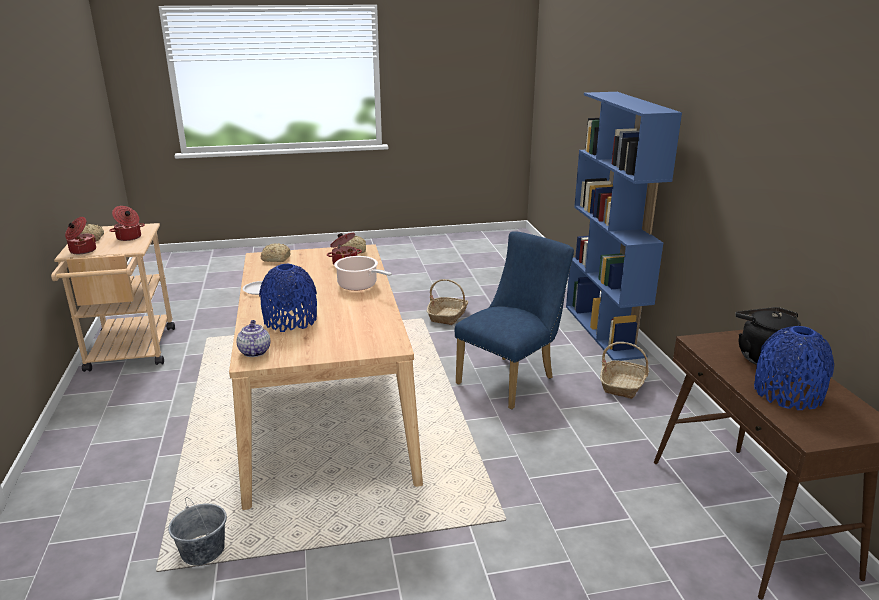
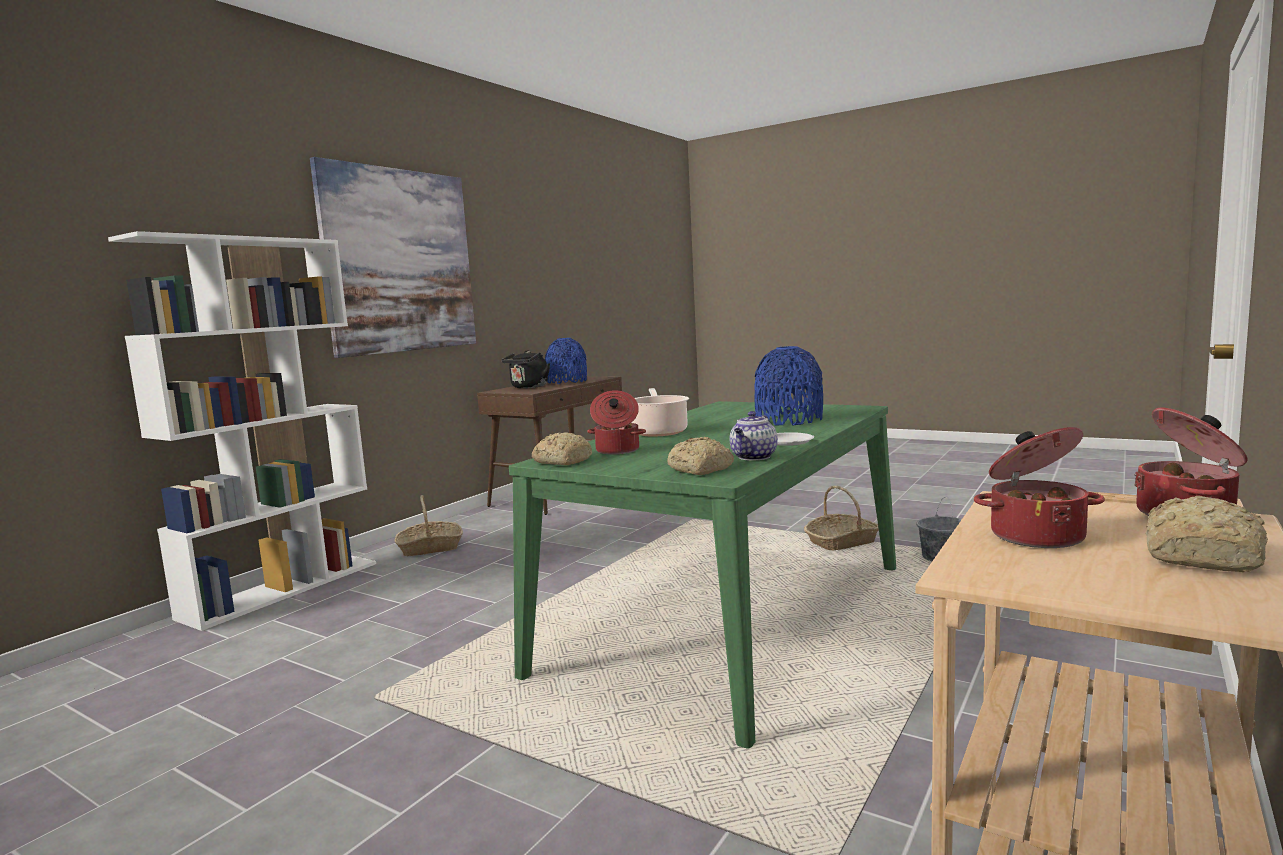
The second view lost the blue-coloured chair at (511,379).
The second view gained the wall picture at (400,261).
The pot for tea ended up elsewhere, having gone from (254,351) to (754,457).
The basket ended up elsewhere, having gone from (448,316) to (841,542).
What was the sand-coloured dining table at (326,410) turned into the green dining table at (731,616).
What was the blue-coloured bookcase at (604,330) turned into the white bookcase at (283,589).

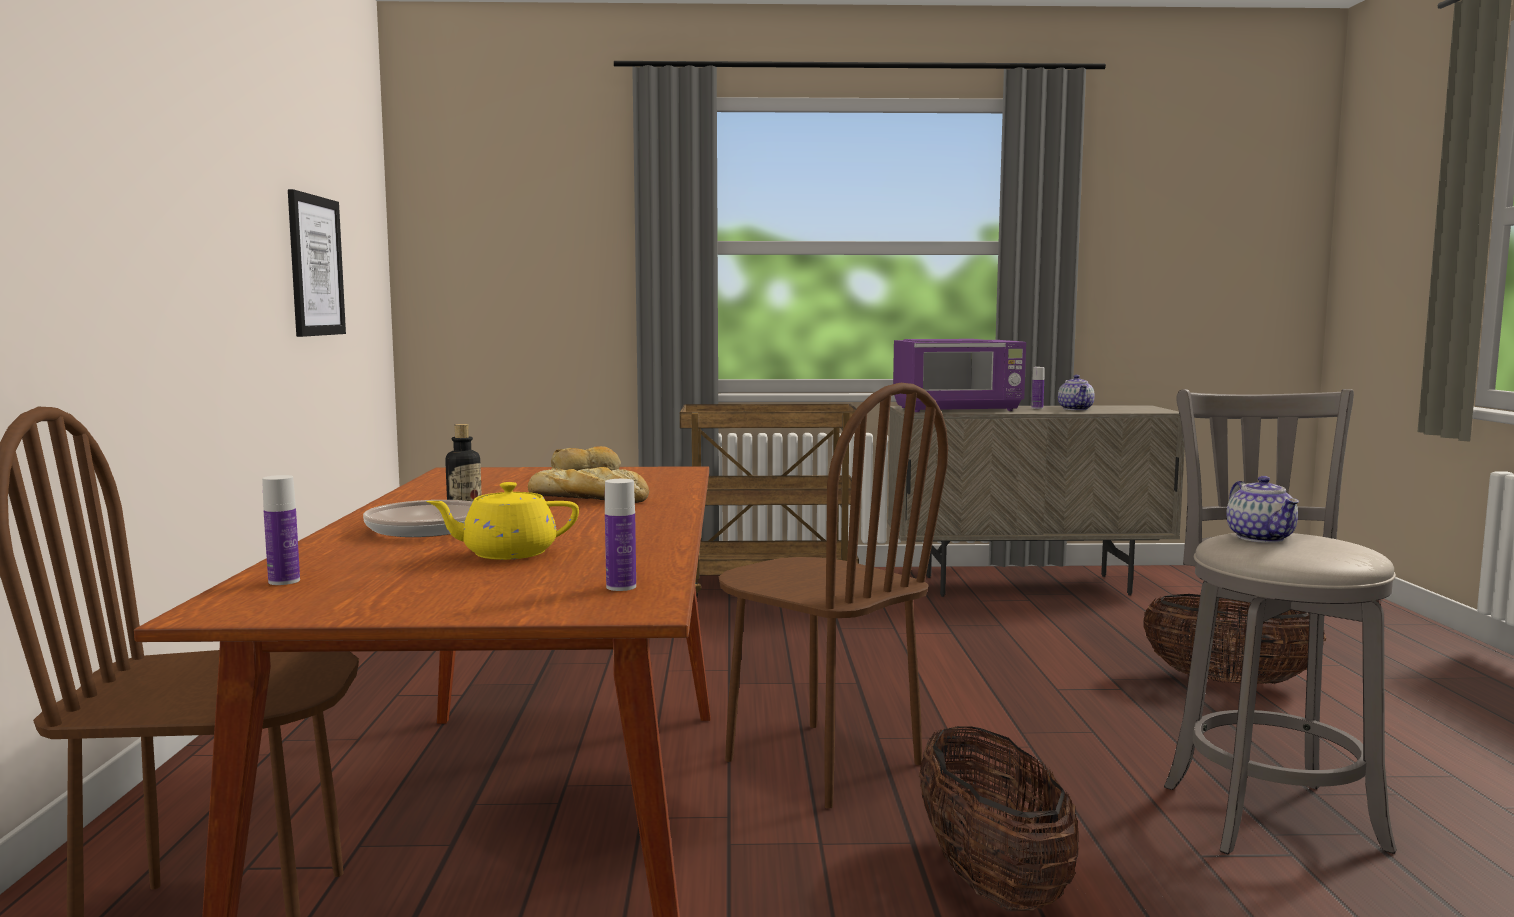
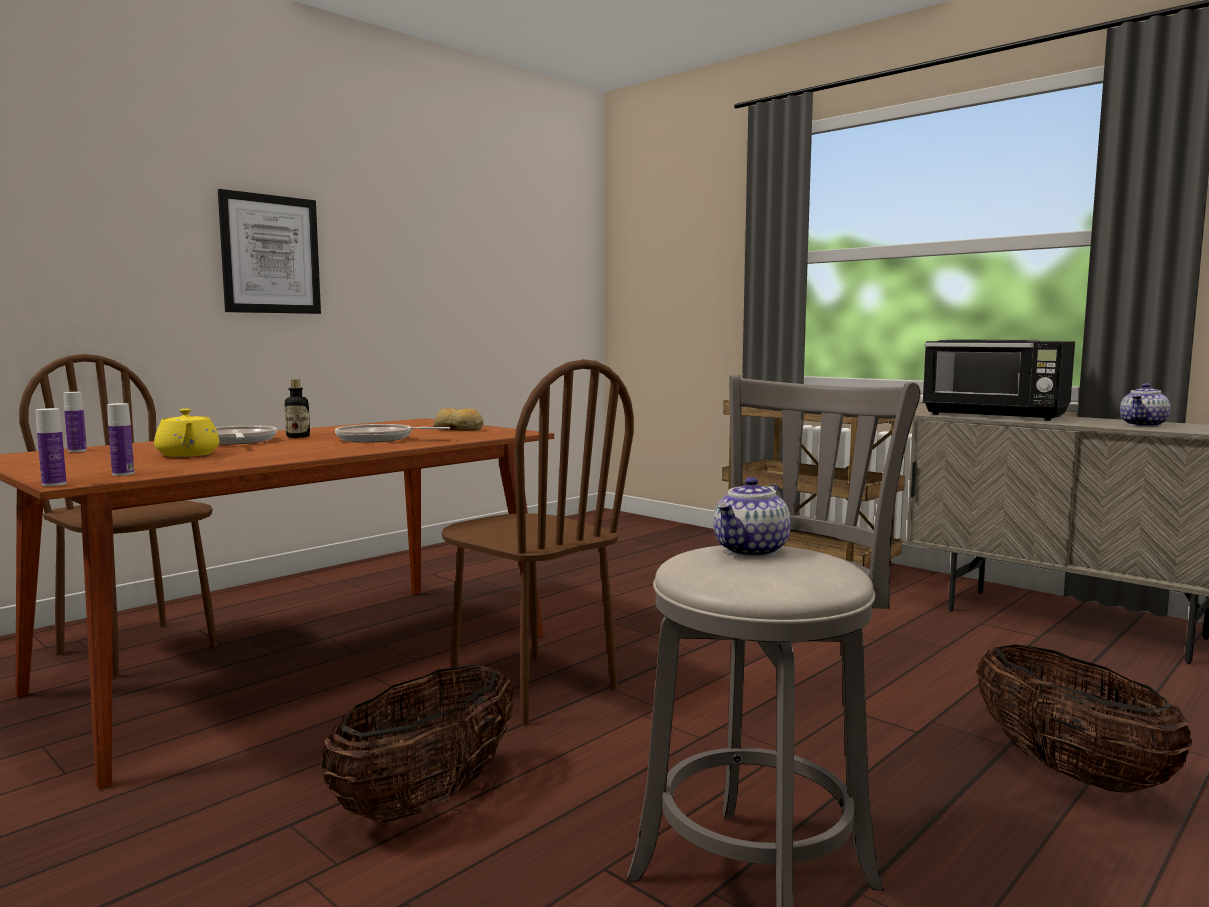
The wall picture ended up elsewhere, having gone from (315,266) to (270,254).
The beverage bottle ended up elsewhere, having gone from (1037,408) to (54,484).
Where the bread stood at (590,498), the skillet came to stand at (379,439).
What was the purple-coloured microwave oven at (958,409) turned into the black microwave oven at (996,415).
The yellow pot for tea at (507,553) ended up facing another way, 150 degrees counterclockwise from before.
The brown-coloured chair at (822,762) ended up facing another way, 45 degrees counterclockwise from before.

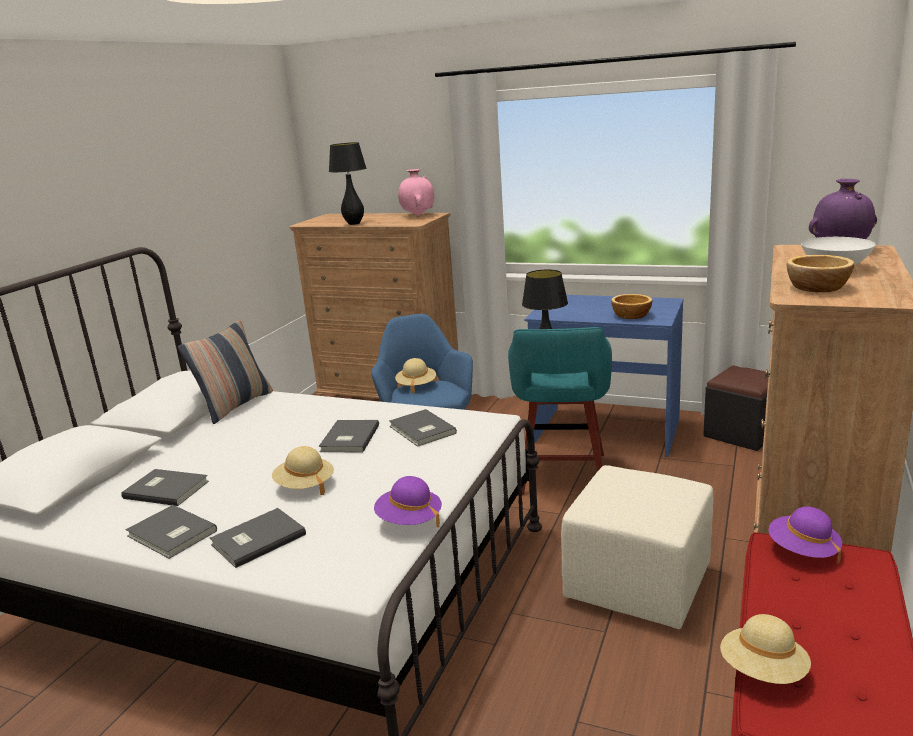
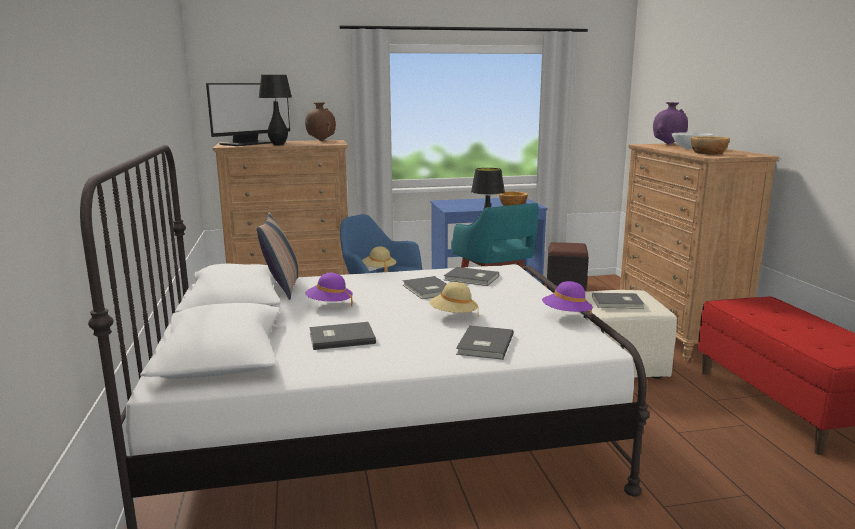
The second view lost the sand-coloured hat at (763,671).
The second view gained the computer display at (249,143).
The greyish volume ended up elsewhere, having gone from (171,535) to (618,303).
The purple-coloured hat ended up elsewhere, having gone from (803,550) to (329,304).
What was the pink flower vase at (418,215) turned into the brown-coloured flower vase at (321,141).

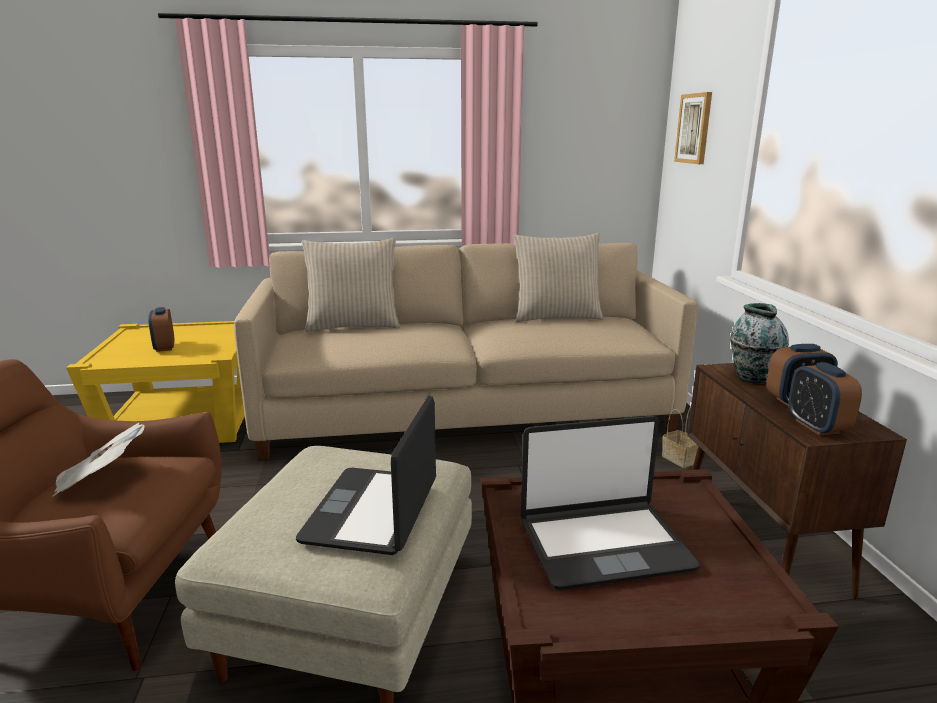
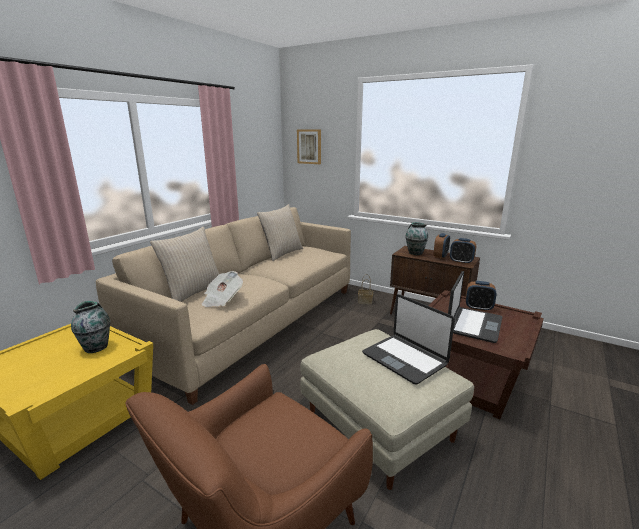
The second view gained the flower vase at (96,347).
The printed paper ended up elsewhere, having gone from (101,480) to (222,299).
The table clock ended up elsewhere, having gone from (164,347) to (478,308).

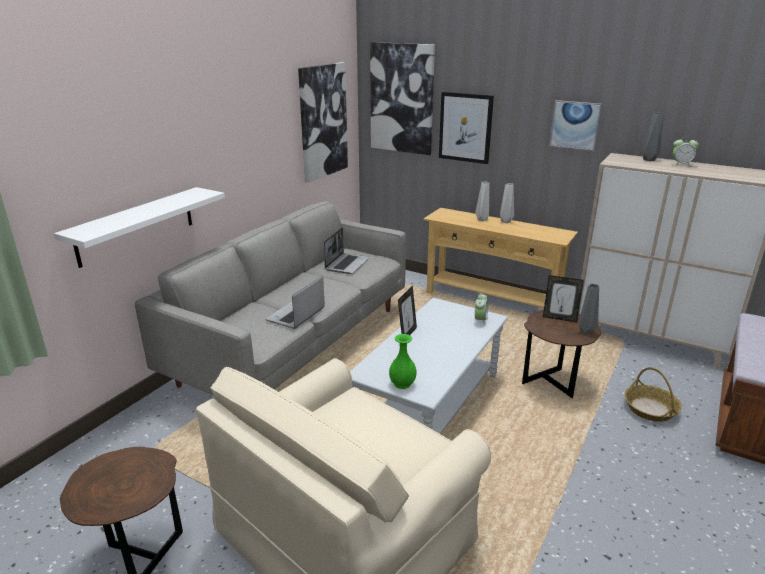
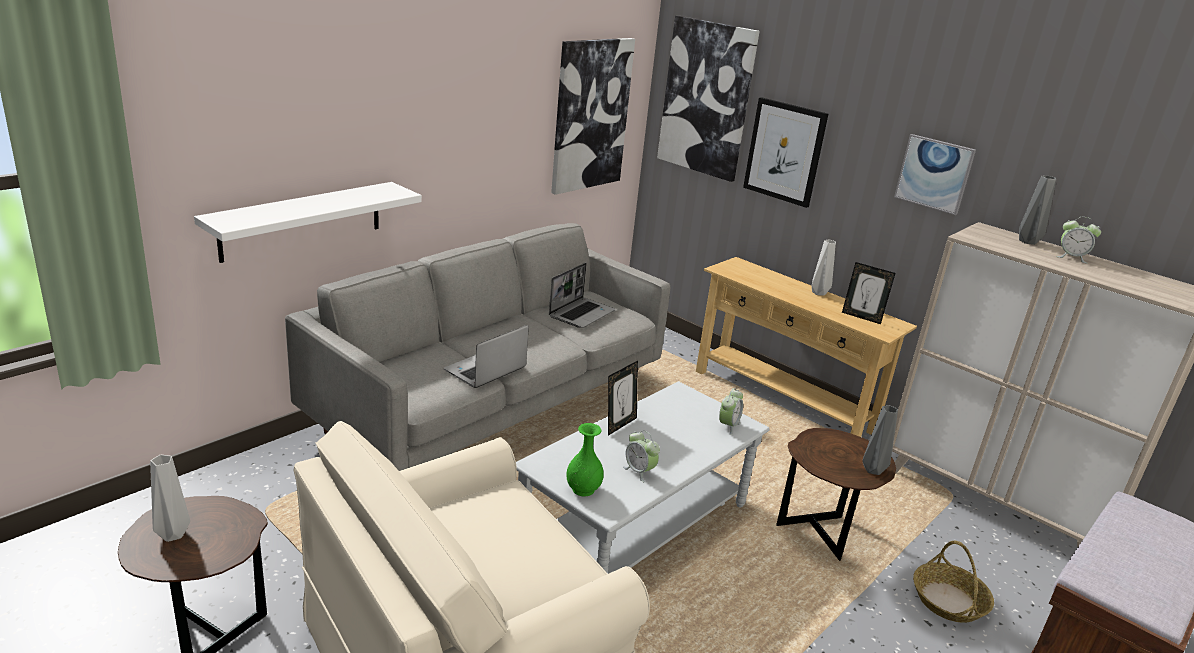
The second view gained the table clock at (639,471).
The greyish flower vase ended up elsewhere, having gone from (482,220) to (171,535).
The standing frame ended up elsewhere, having gone from (559,318) to (862,317).

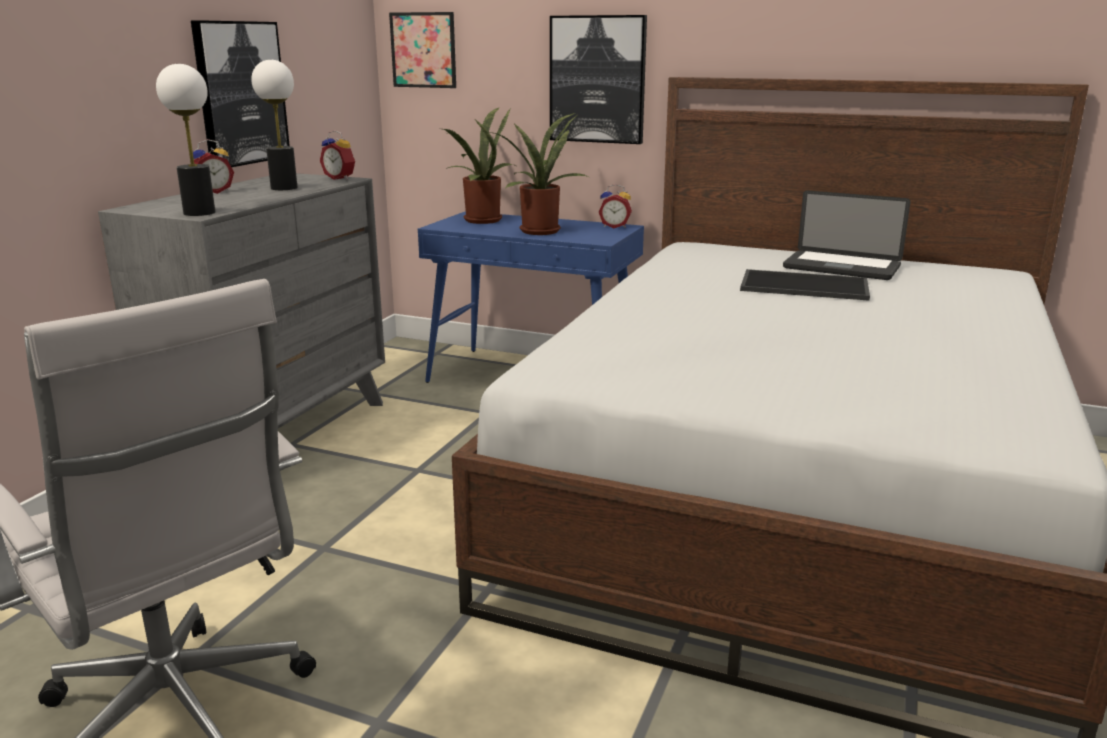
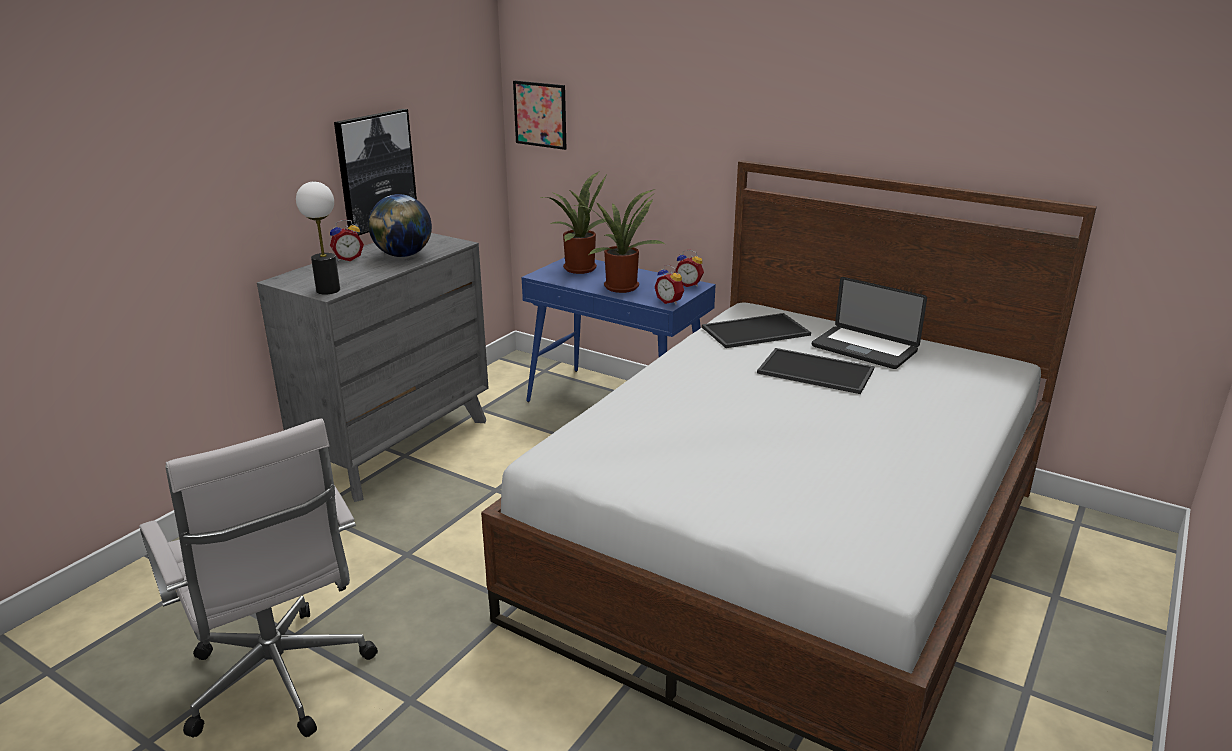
The second view lost the wall picture at (597,79).
The second view gained the serving tray at (755,332).
The table clock ended up elsewhere, having gone from (340,178) to (670,301).
Where the table lamp stood at (284,188), the desk globe came to stand at (403,255).

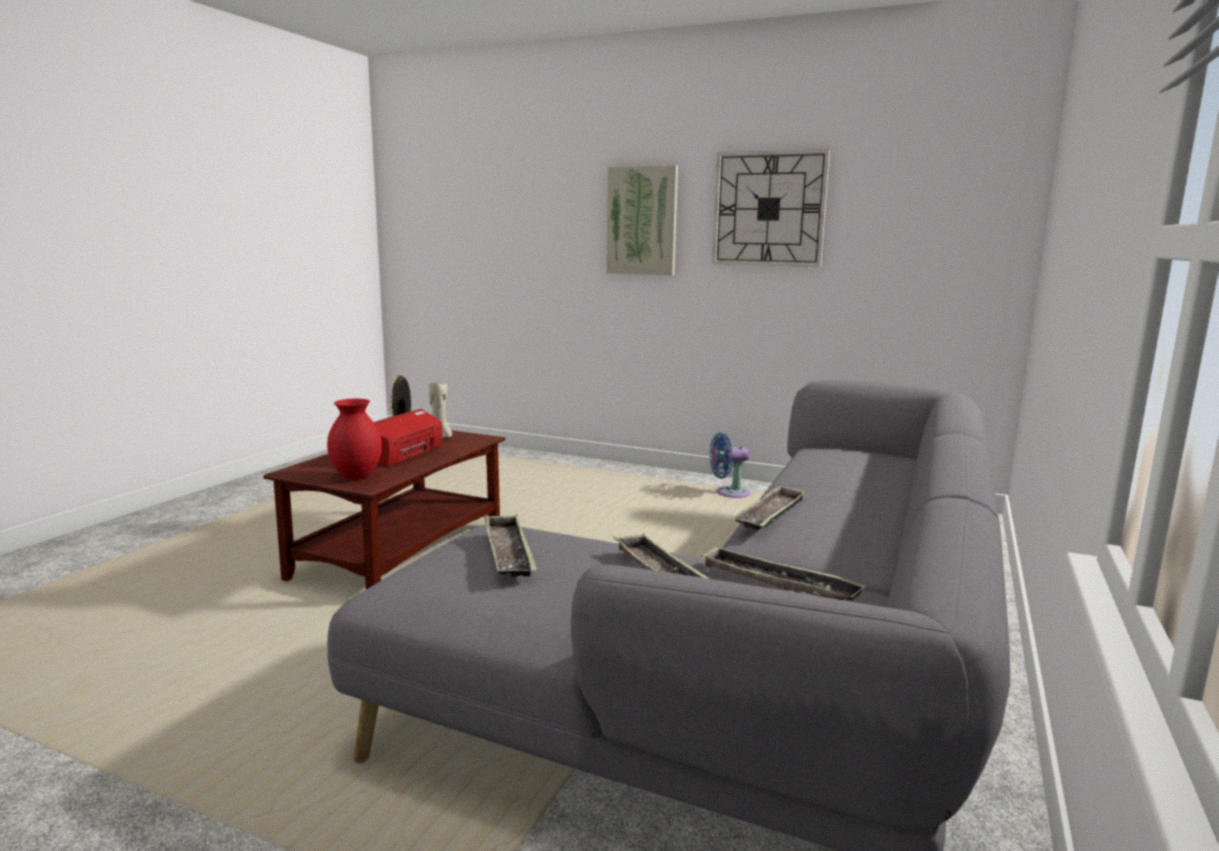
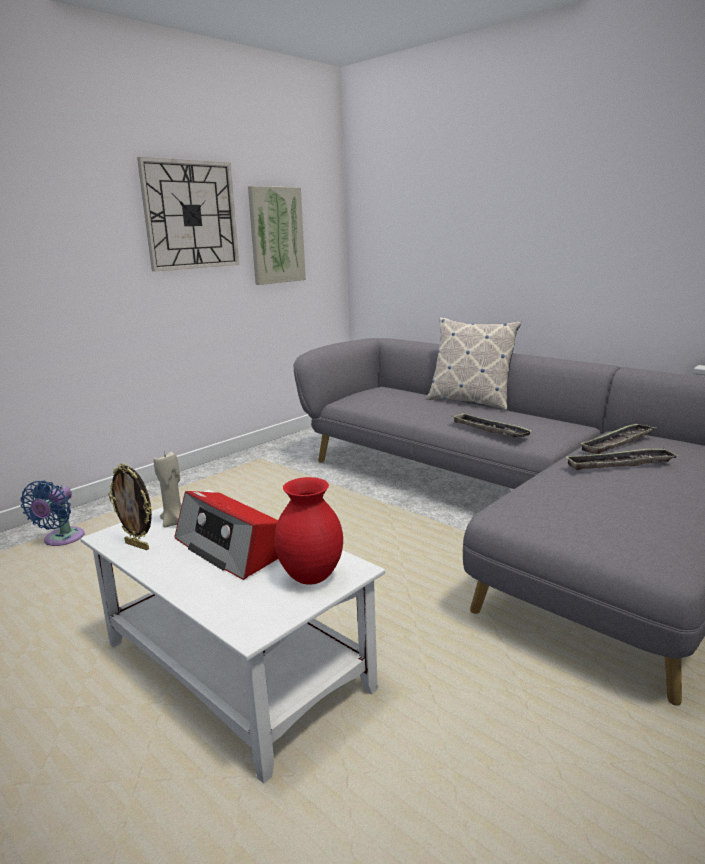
The second view lost the serving tray at (508,552).
The second view gained the throw pillow at (470,401).
The wall picture ended up elsewhere, having gone from (642,221) to (276,235).
The blue-coloured cooling fan ended up elsewhere, having gone from (729,493) to (61,540).
What was the brown-coloured lounge table at (400,553) turned into the white lounge table at (238,667).

